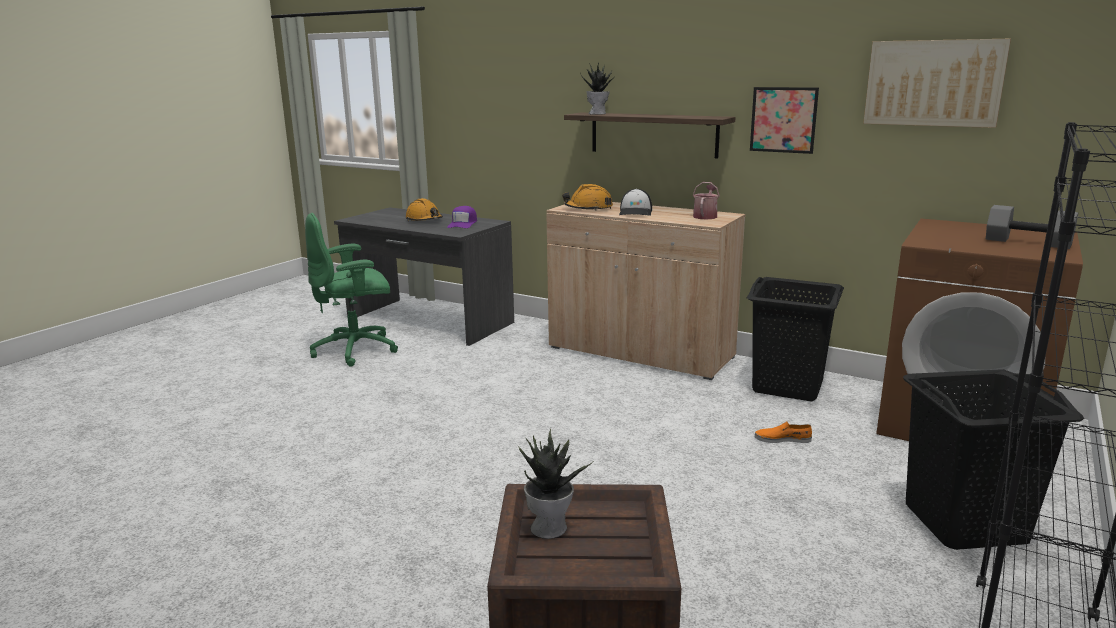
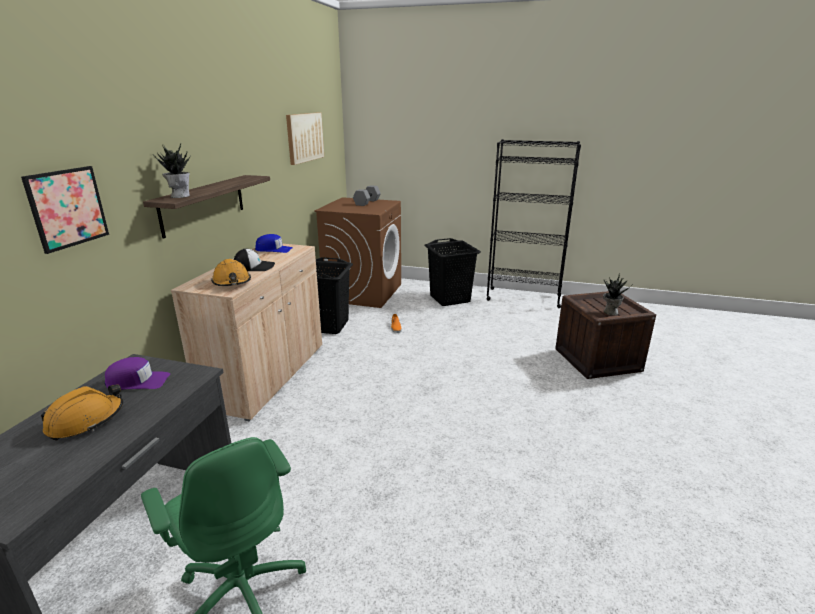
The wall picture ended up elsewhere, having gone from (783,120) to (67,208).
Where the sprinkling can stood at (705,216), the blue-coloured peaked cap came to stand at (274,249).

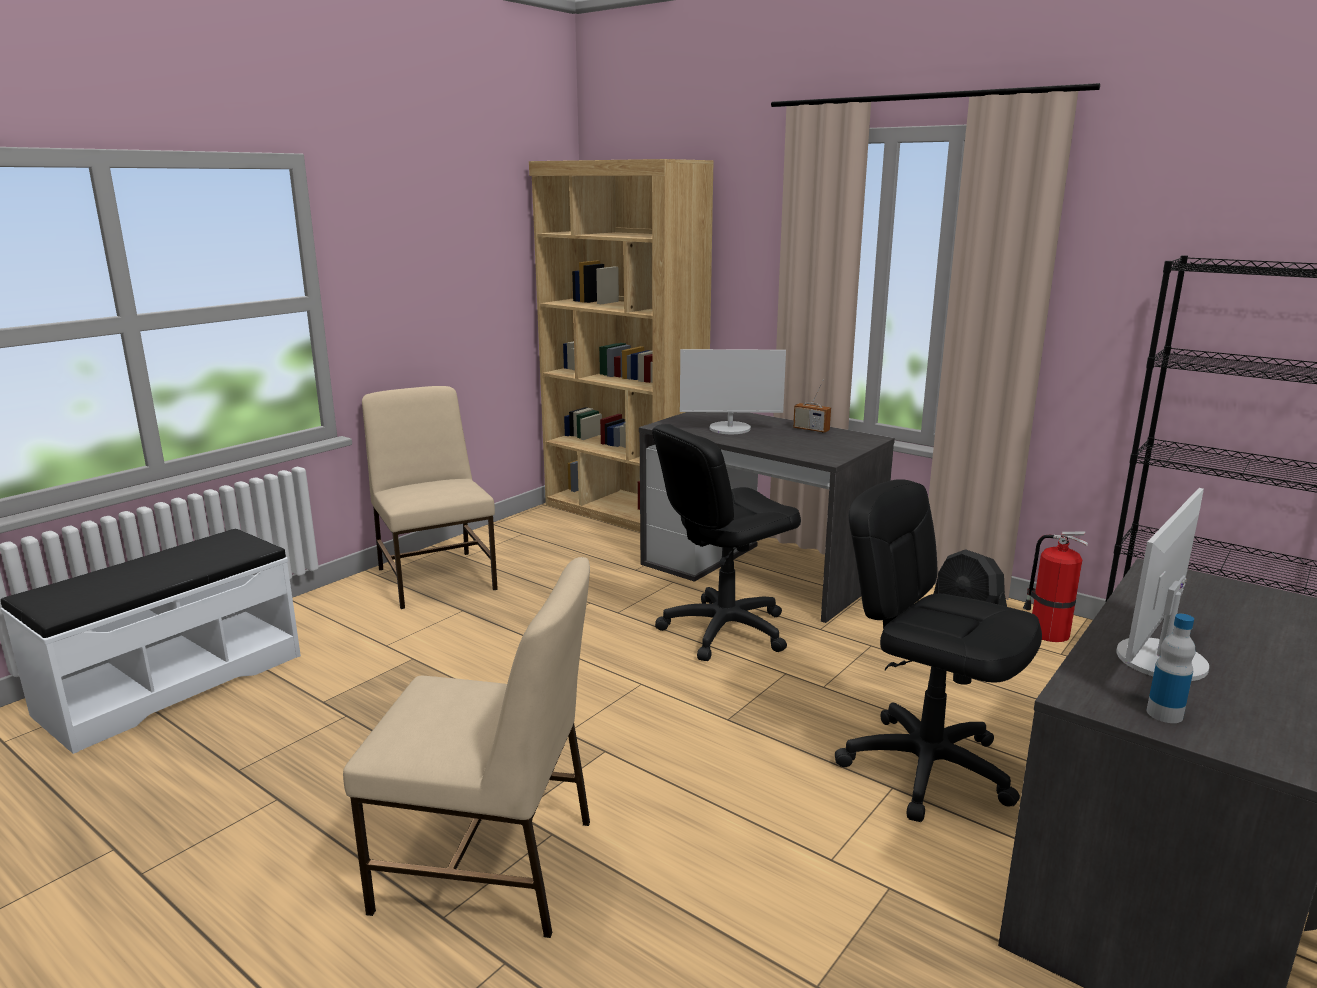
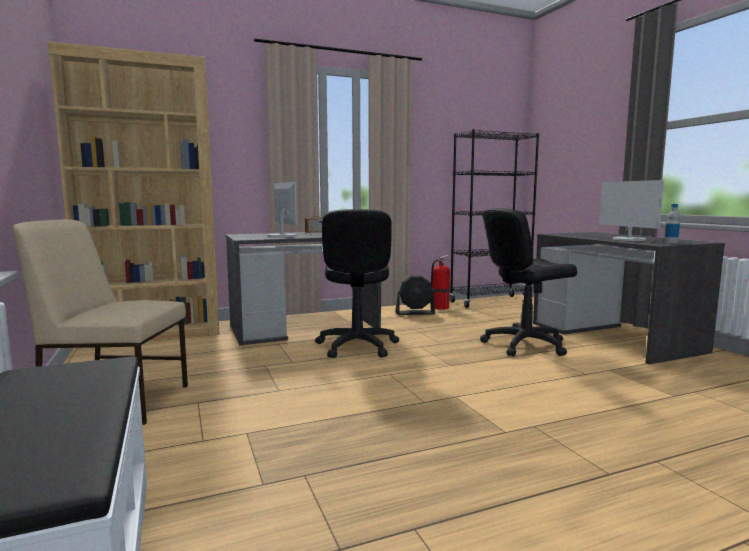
The second view lost the sand-coloured chair at (489,867).
The computer display at (730,429) ended up facing another way, 60 degrees counterclockwise from before.

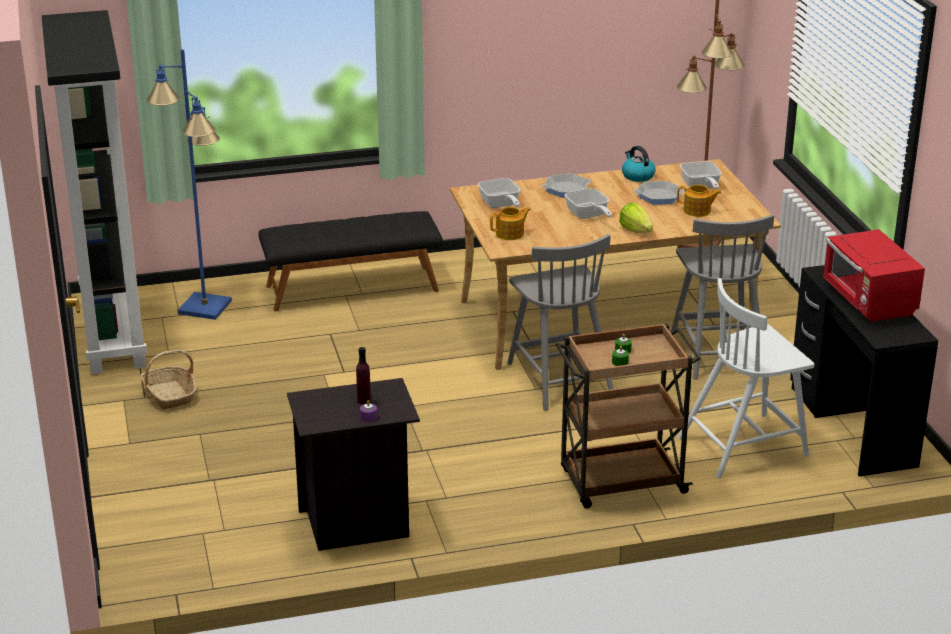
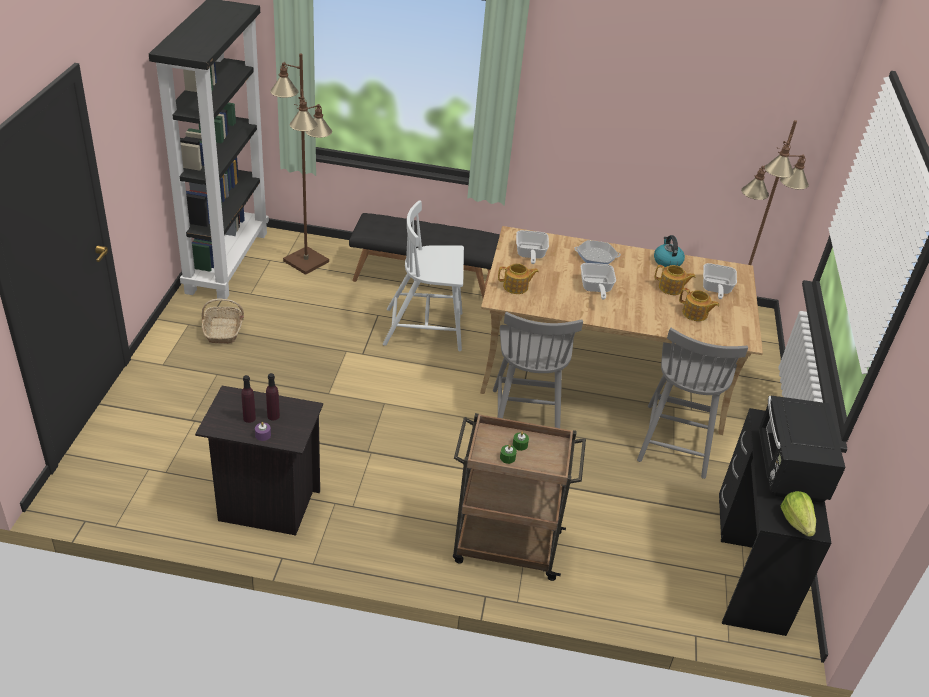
The second view gained the purple-coloured beverage bottle at (249,418).
The lettuce ended up elsewhere, having gone from (636,230) to (796,522).
The white chair ended up elsewhere, having gone from (744,445) to (425,329).
Where the skillet stood at (659,196), the pot for tea came to stand at (671,288).
What was the blue-coloured standard lamp at (204,307) turned into the brown-coloured standard lamp at (306,261).
What was the red microwave oven at (868,301) turned into the black microwave oven at (789,470).

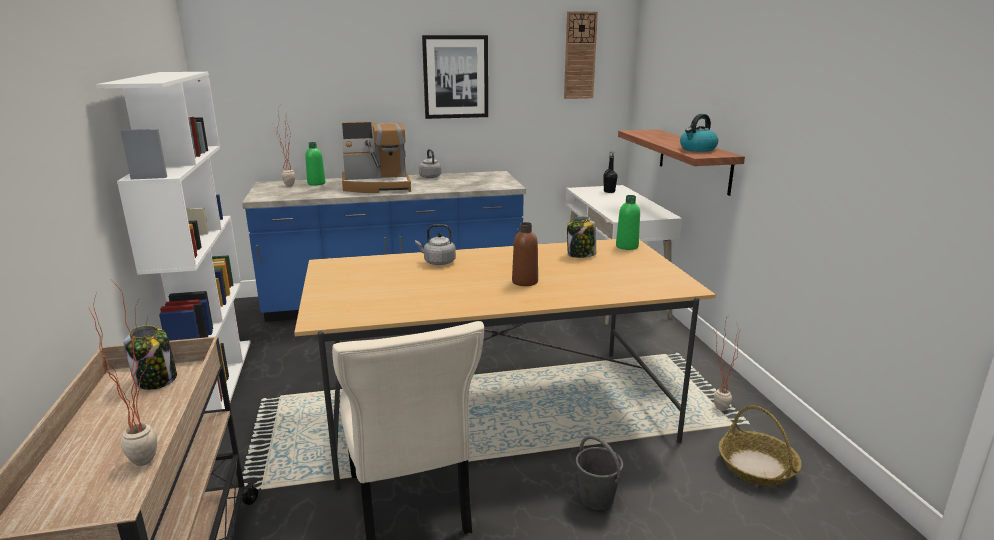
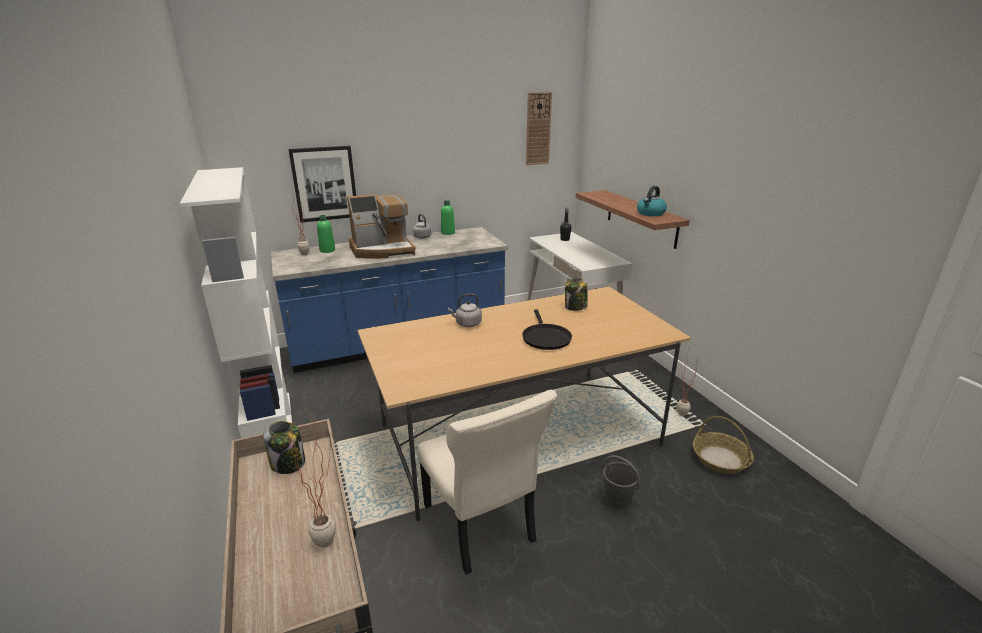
The wall picture ended up elsewhere, having gone from (455,77) to (324,184).
The green beverage bottle ended up elsewhere, having gone from (627,246) to (448,233).
Where the brown-coloured beverage bottle stood at (525,282), the black skillet came to stand at (545,338).

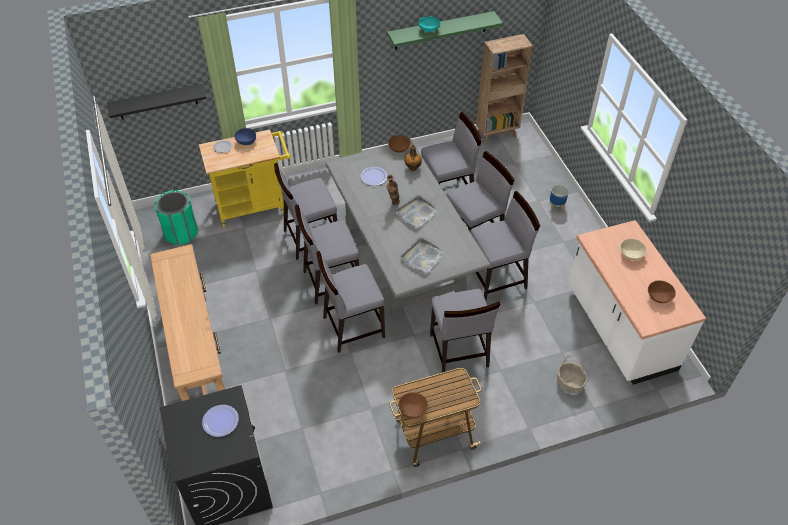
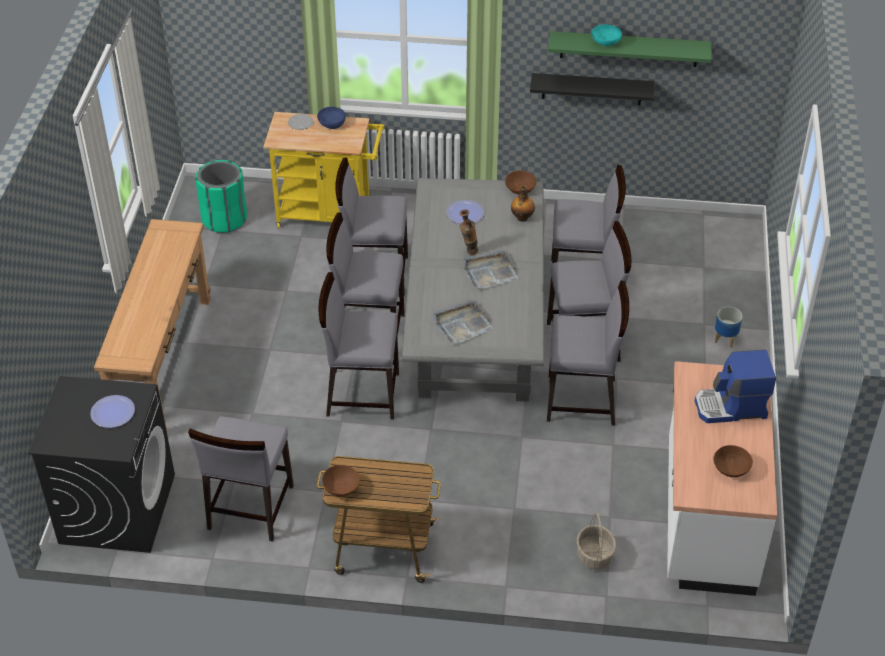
The second view lost the brown-coloured bookcase at (497,134).
The black bracket shelf ended up elsewhere, having gone from (157,102) to (592,89).
The greyish chair ended up elsewhere, having gone from (458,351) to (249,508).
Where the sand-coloured deep dish stood at (631,254), the coffee maker came to stand at (731,407).

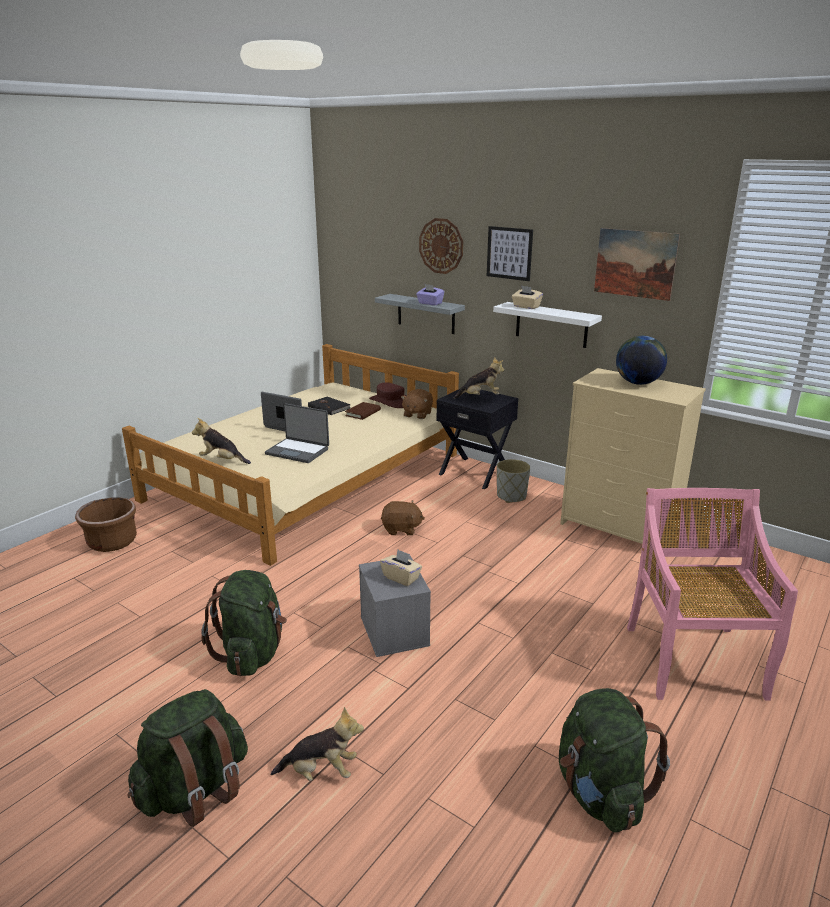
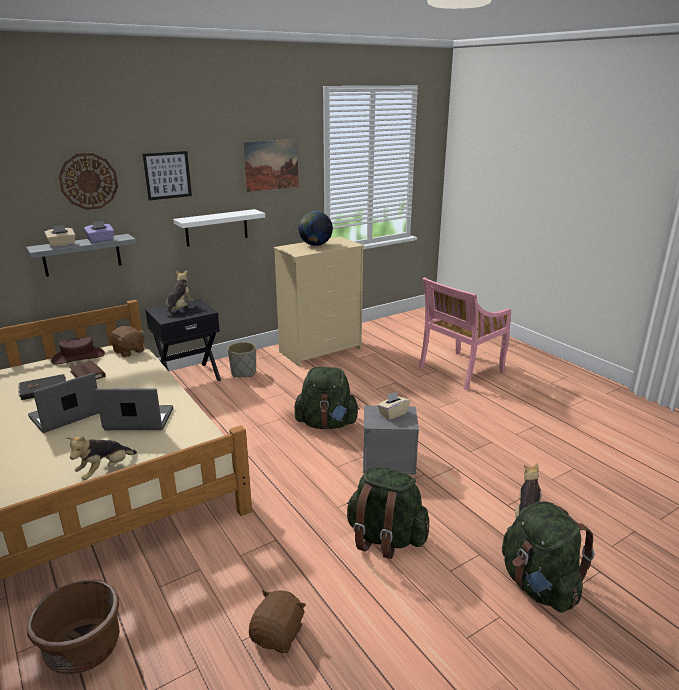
The brown-coloured cuddly toy ended up elsewhere, having gone from (401,529) to (278,635).
The sand-coloured tissue holder ended up elsewhere, having gone from (526,307) to (62,245).
The green knapsack ended up elsewhere, having gone from (600,793) to (326,424).
The notebook computer at (298,451) ended up facing another way, 135 degrees counterclockwise from before.
The pink chair at (693,660) ended up facing another way, 60 degrees counterclockwise from before.

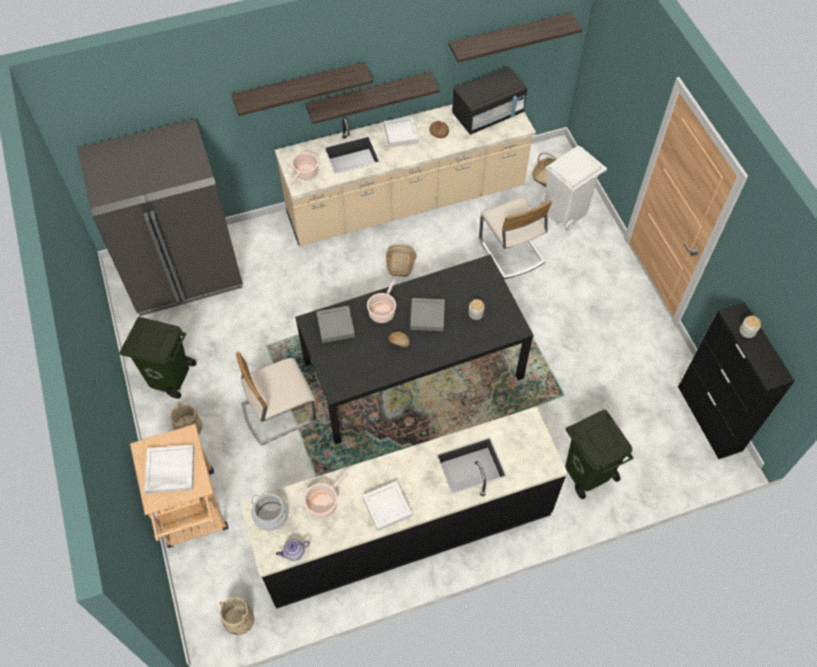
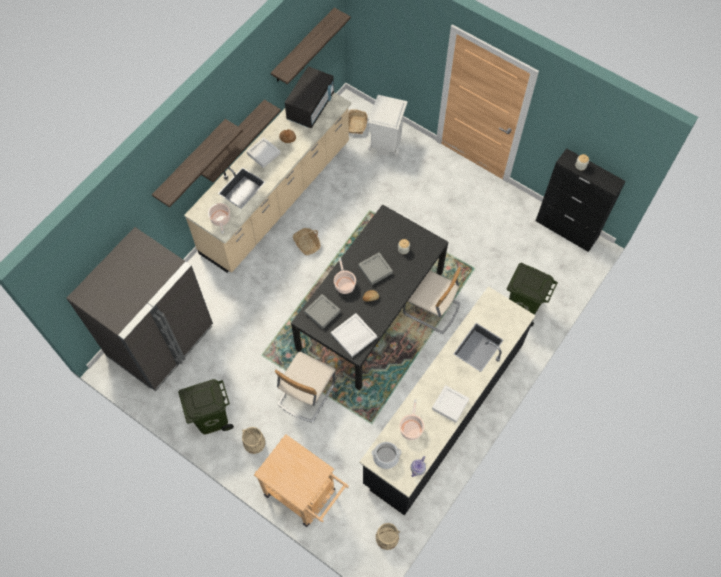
The white serving tray ended up elsewhere, having gone from (169,470) to (353,336).
The sand-coloured chair ended up elsewhere, having gone from (511,251) to (431,309).

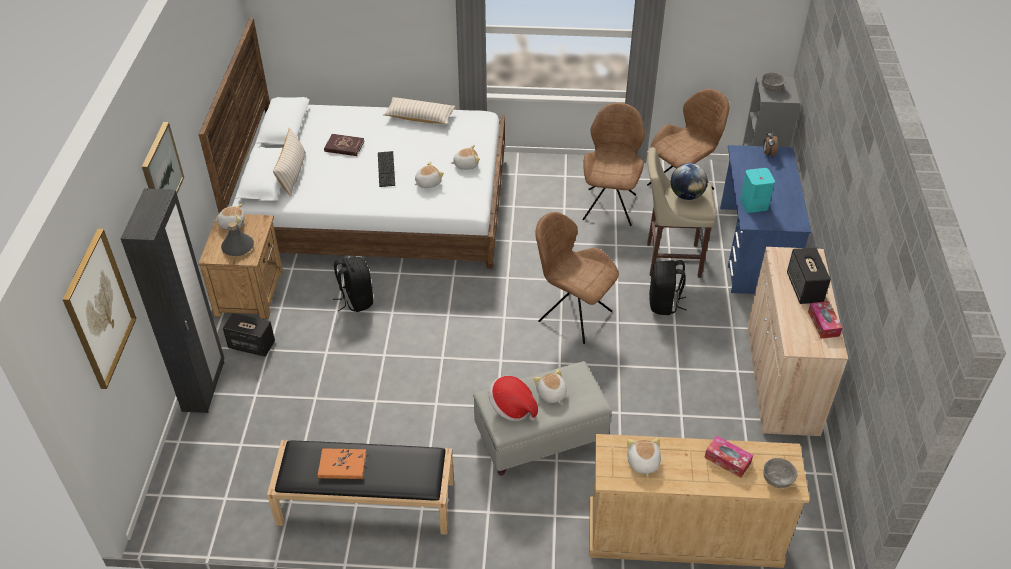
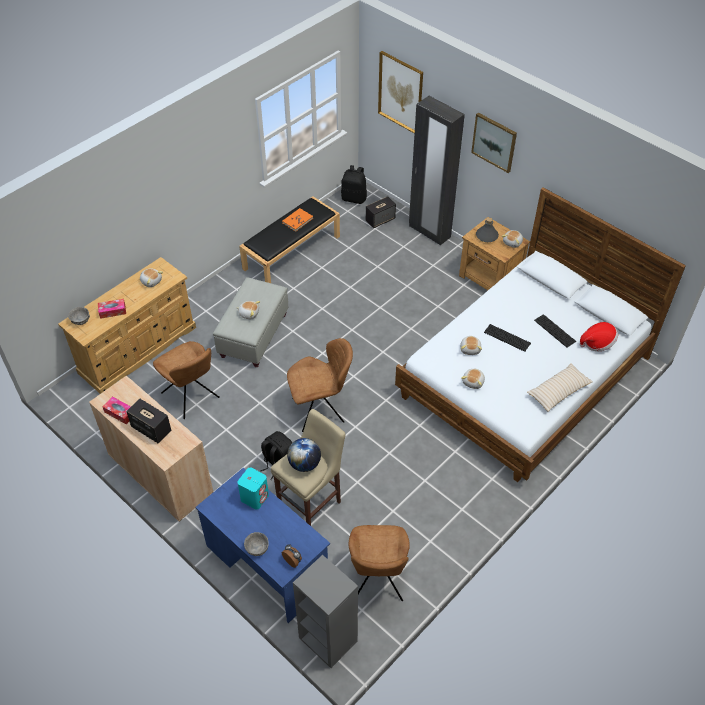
The second view lost the sand-coloured throw pillow at (292,174).
The speaker ended up elsewhere, having gone from (251,345) to (380,220).
The black knapsack ended up elsewhere, having gone from (356,300) to (354,198).
The hat ended up elsewhere, having gone from (512,407) to (597,343).
The brown-coloured chair ended up elsewhere, having gone from (610,206) to (191,397).
The greyish deep dish ended up elsewhere, having gone from (771,88) to (257,548).
Where the red volume stood at (344,146), the computer keyboard came to stand at (554,331).

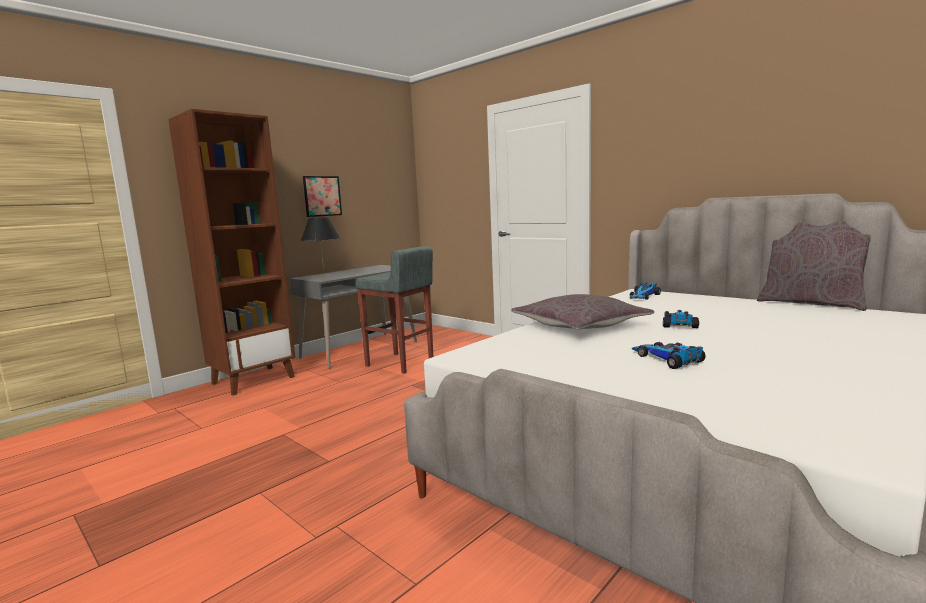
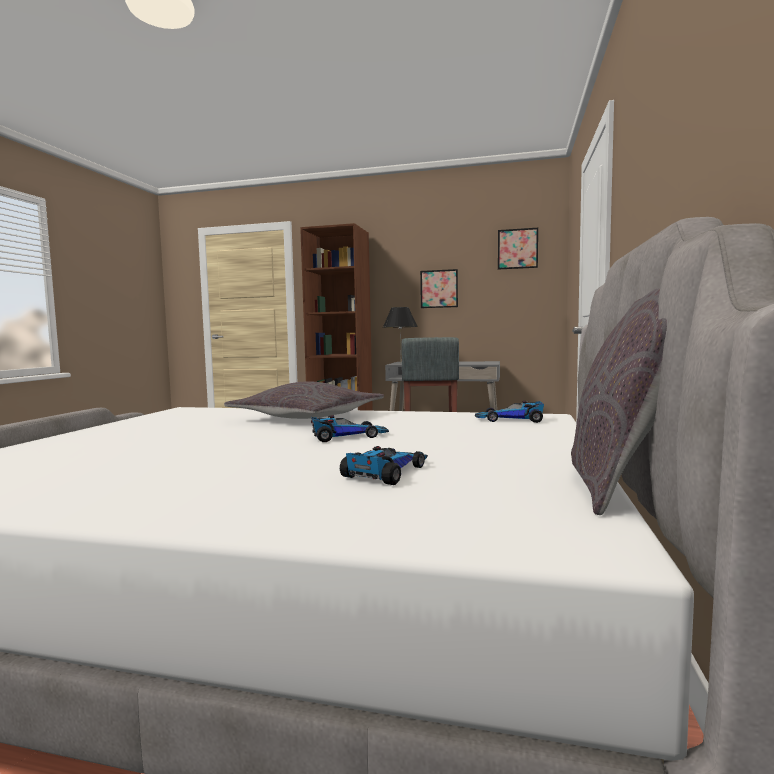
The second view gained the wall picture at (517,248).
The miniature car ended up elsewhere, having gone from (666,359) to (388,472).

